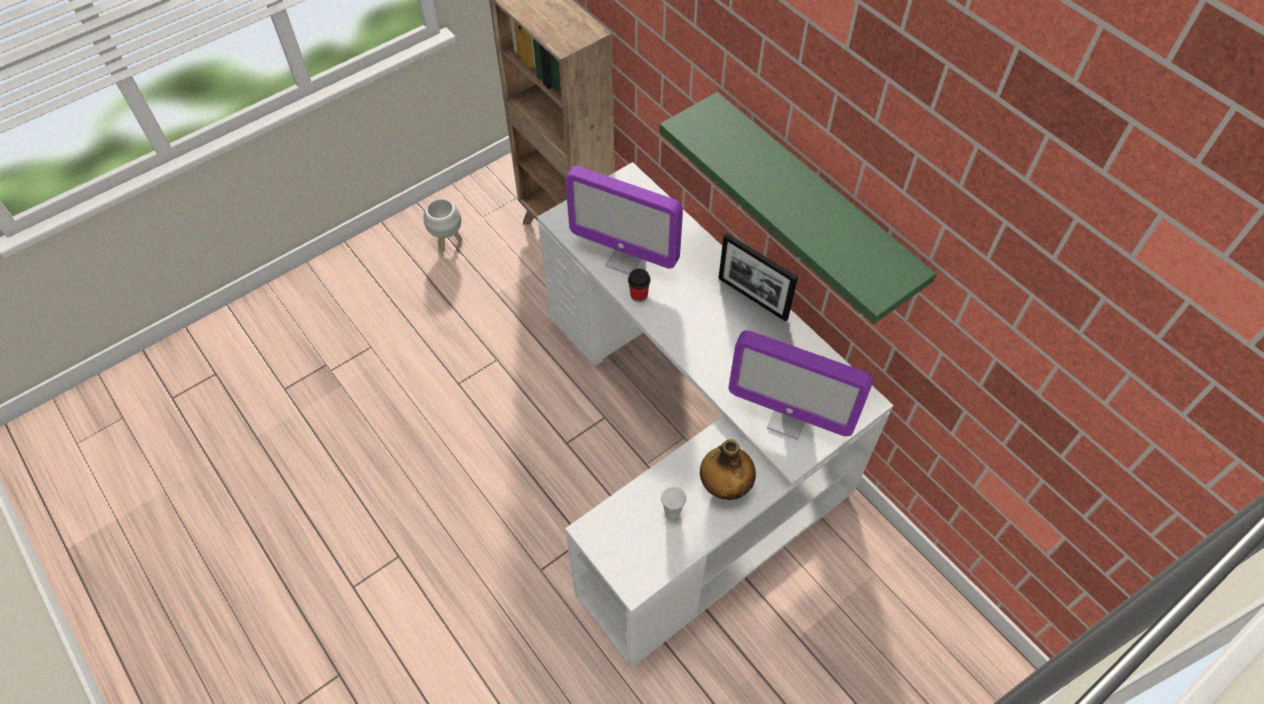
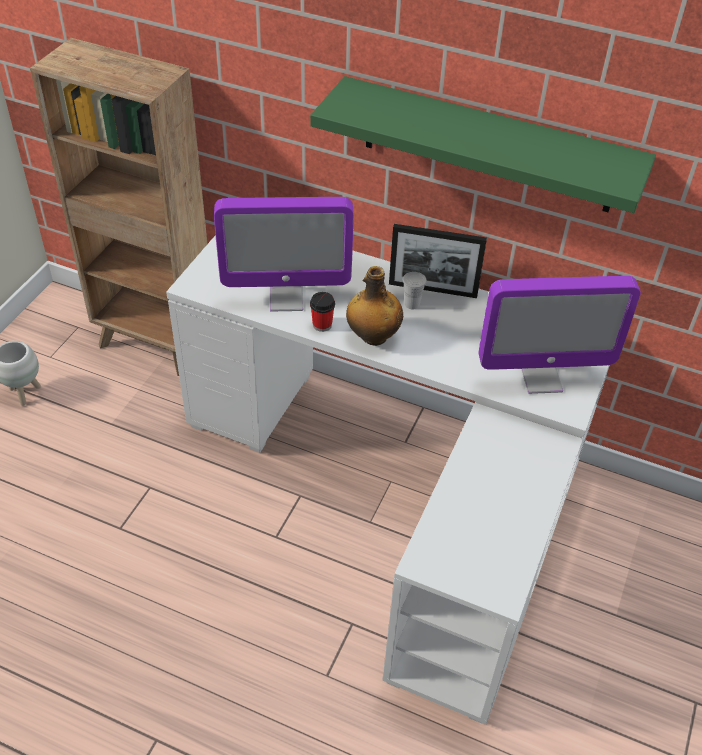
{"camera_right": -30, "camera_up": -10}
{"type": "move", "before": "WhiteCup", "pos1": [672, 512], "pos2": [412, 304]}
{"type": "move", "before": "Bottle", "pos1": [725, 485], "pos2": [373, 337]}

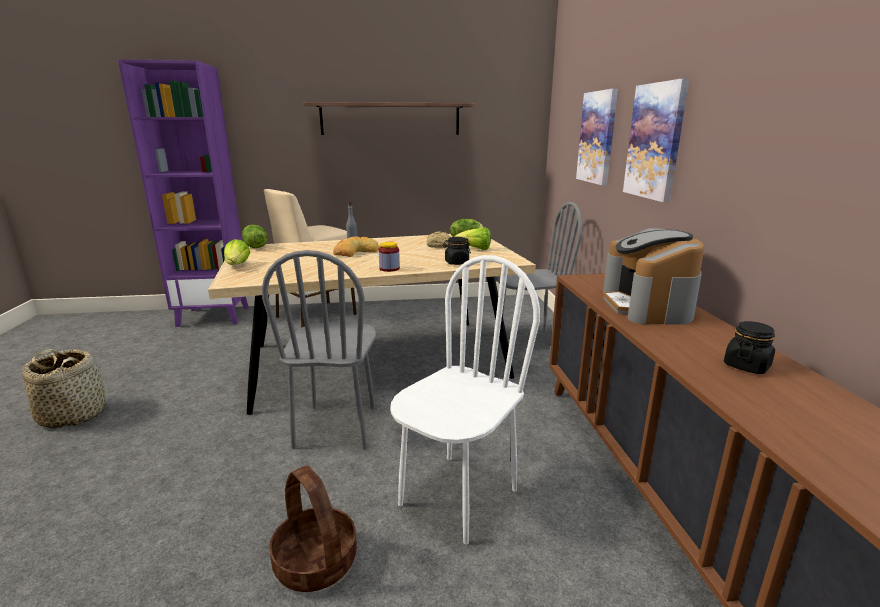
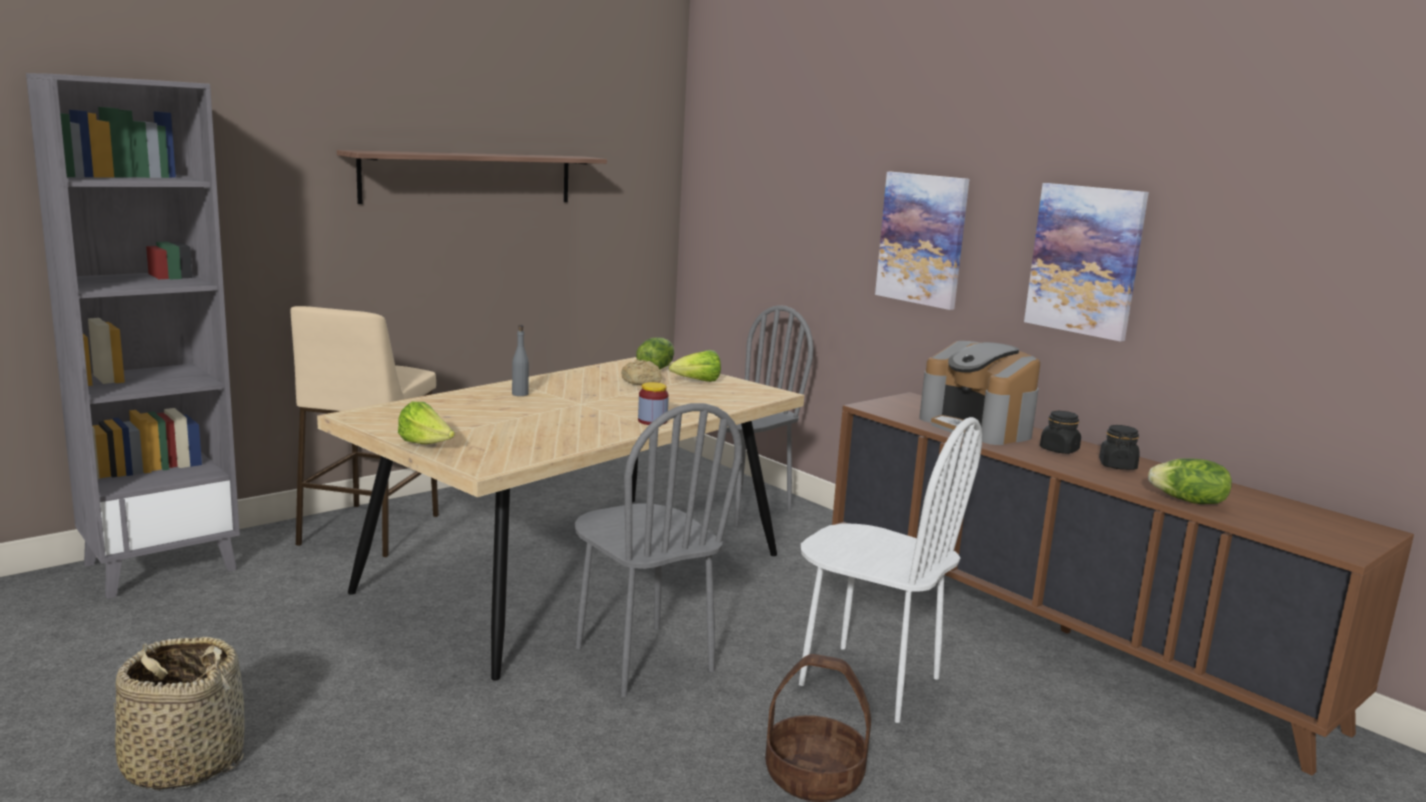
{"camera_right": -35, "camera_up": -5}
{"type": "recolor", "before": "PurpleBookcase", "after": "GreyBookcase", "pos1": [214, 316], "pos2": [161, 566]}
{"type": "move", "before": "Lettuce", "pos1": [255, 247], "pos2": [1188, 501]}
{"type": "delete", "before": "Bread", "pos1": [355, 252]}
{"type": "rotate", "before": "WhiteChair", "pos1": [457, 496], "pos2": [869, 682], "turn": 120}
{"type": "move", "before": "BlackJar", "pos1": [456, 263], "pos2": [1059, 450]}
{"type": "move", "before": "Picture", "pos1": [597, 137], "pos2": [1085, 260]}

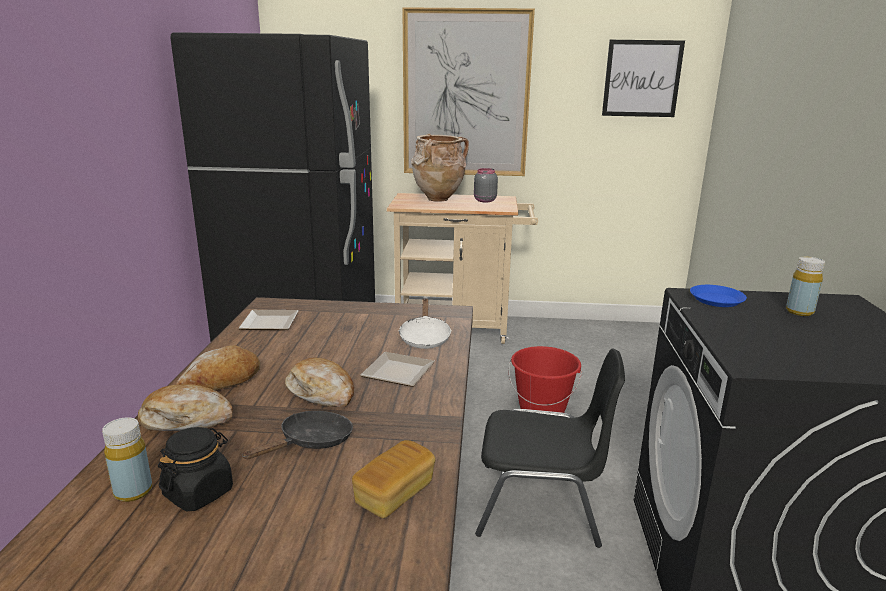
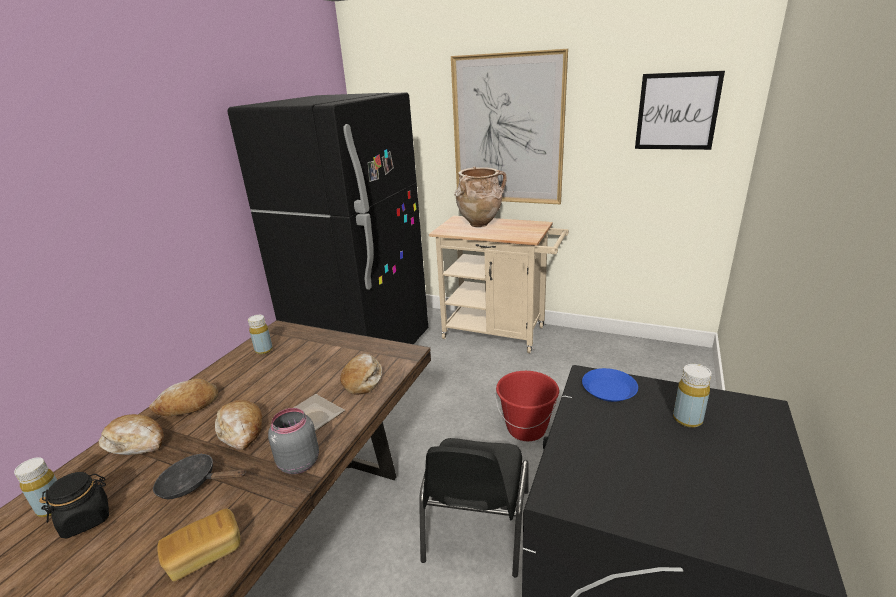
{"camera_right": 20, "camera_up": 5}
{"type": "replace", "before": "Plate", "after": "YellowBottle", "pos1": [271, 324], "pos2": [264, 350]}
{"type": "rotate", "before": "BlackFryingPan", "pos1": [311, 442], "pos2": [193, 483], "turn": -135}
{"type": "replace", "before": "WhiteFryingPan", "after": "Bread", "pos1": [424, 337], "pos2": [362, 379]}
{"type": "move", "before": "GreyJar", "pos1": [484, 200], "pos2": [298, 463]}
{"type": "rotate", "before": "BlackChair", "pos1": [540, 505], "pos2": [475, 526], "turn": 75}

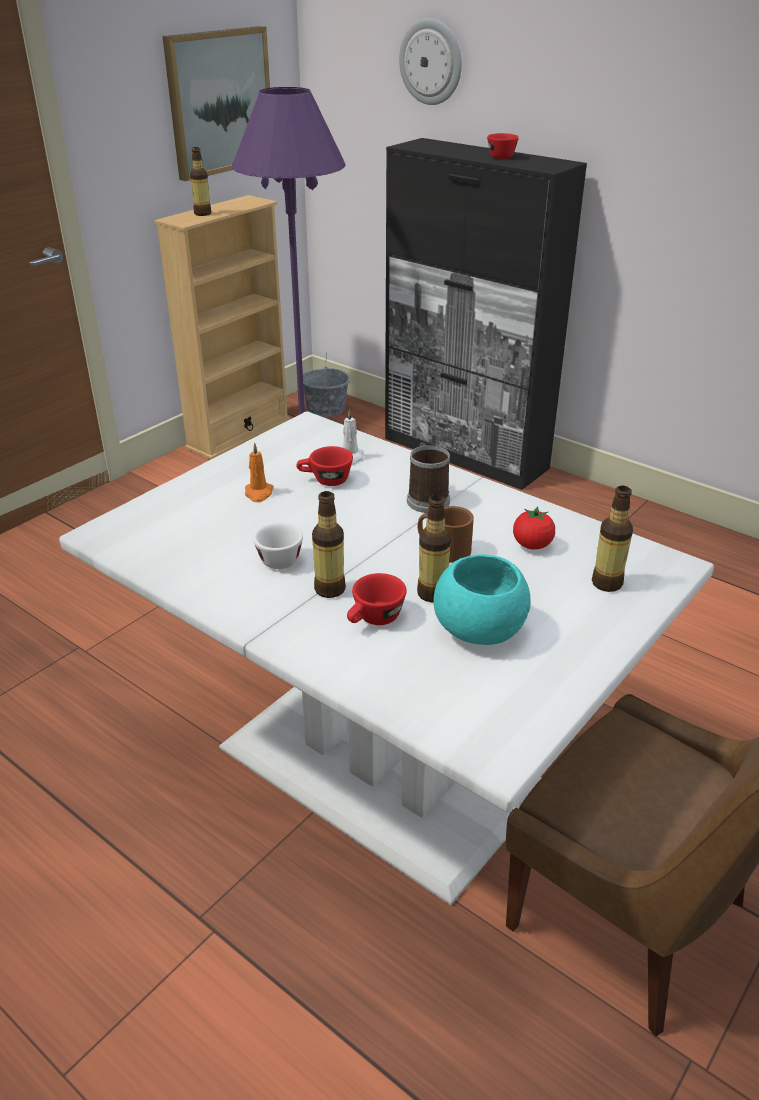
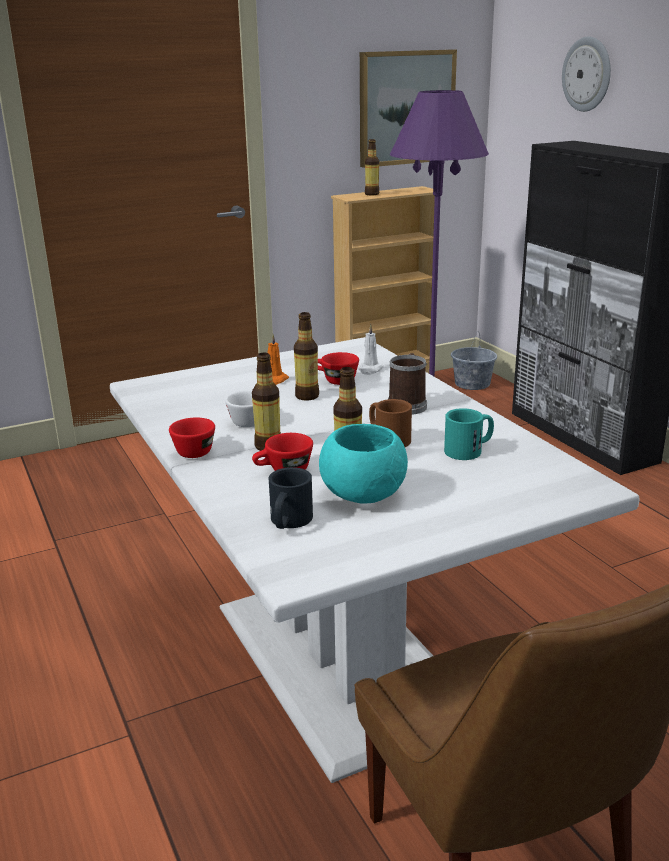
{"camera_right": 25, "camera_up": -10}
{"type": "move", "before": "RedCup", "pos1": [499, 156], "pos2": [196, 450]}
{"type": "replace", "before": "Tomato", "after": "TurquoiseMug", "pos1": [532, 545], "pos2": [469, 450]}
{"type": "move", "before": "Bottle", "pos1": [607, 583], "pos2": [307, 396]}
{"type": "insert", "after": "BlackMug", "pos2": [288, 522]}

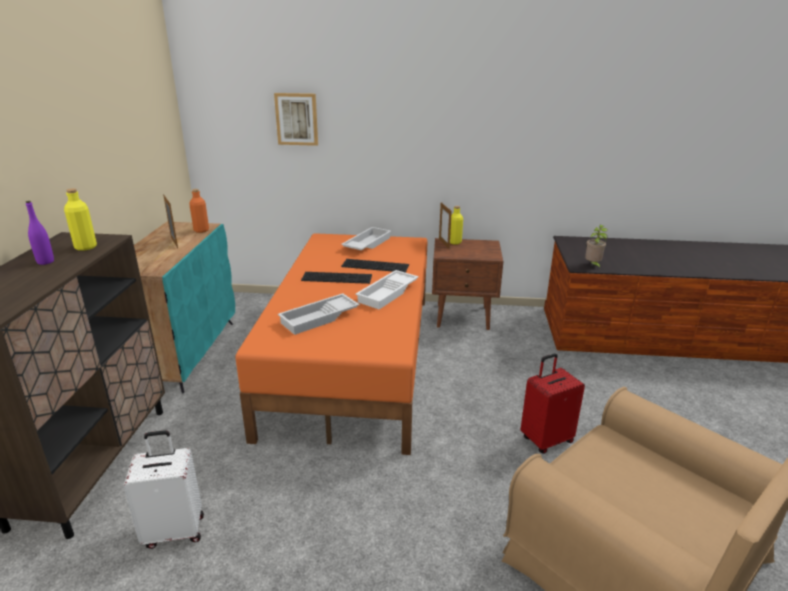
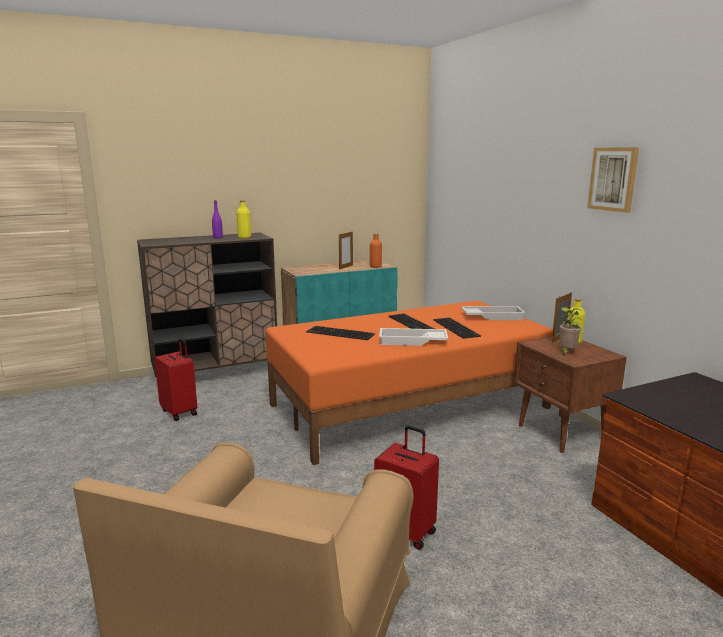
{"camera_right": 60, "camera_up": -10}
{"type": "recolor", "before": "WhiteSuitcase", "after": "RedSuitcase", "pos1": [174, 530], "pos2": [180, 412]}
{"type": "move", "before": "Picture", "pos1": [297, 119], "pos2": [613, 179]}
{"type": "replace", "before": "WhiteTray", "after": "Keyboard", "pos1": [319, 318], "pos2": [339, 333]}
{"type": "move", "before": "PottedPlant", "pos1": [593, 265], "pos2": [566, 352]}

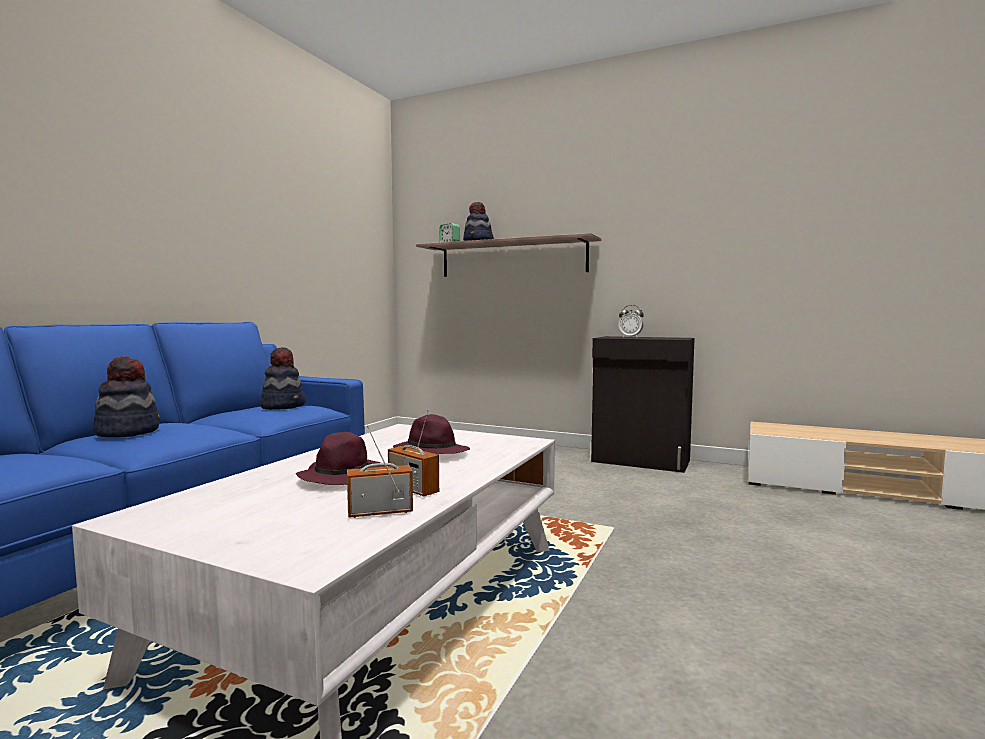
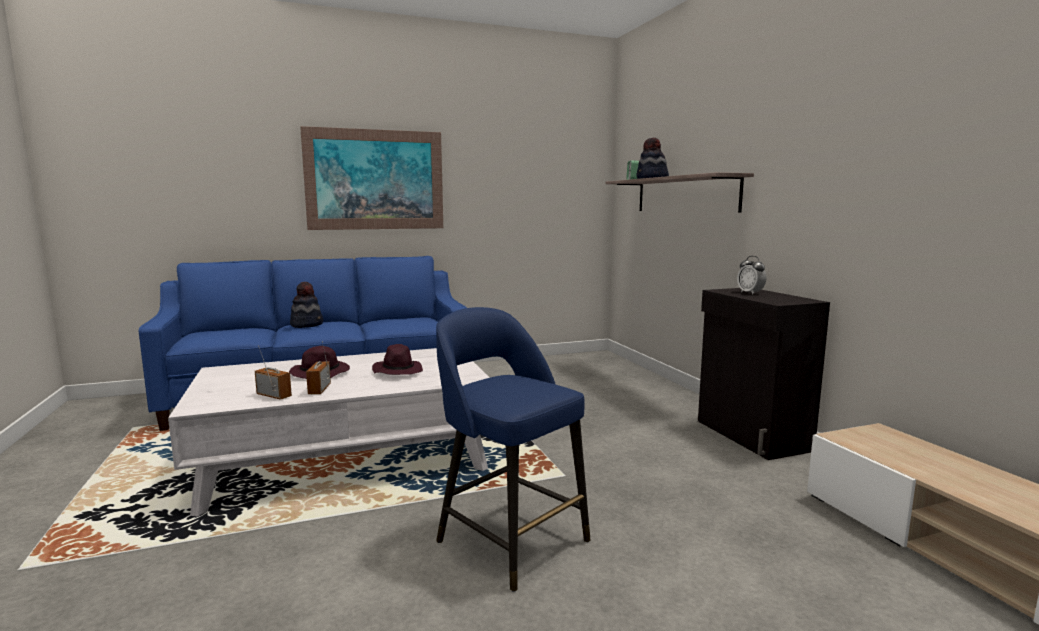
{"camera_right": 45, "camera_up": 5}
{"type": "delete", "before": "Hat", "pos1": [283, 406]}
{"type": "insert", "after": "Picture", "pos2": [375, 180]}
{"type": "insert", "after": "BlueStool", "pos2": [509, 539]}

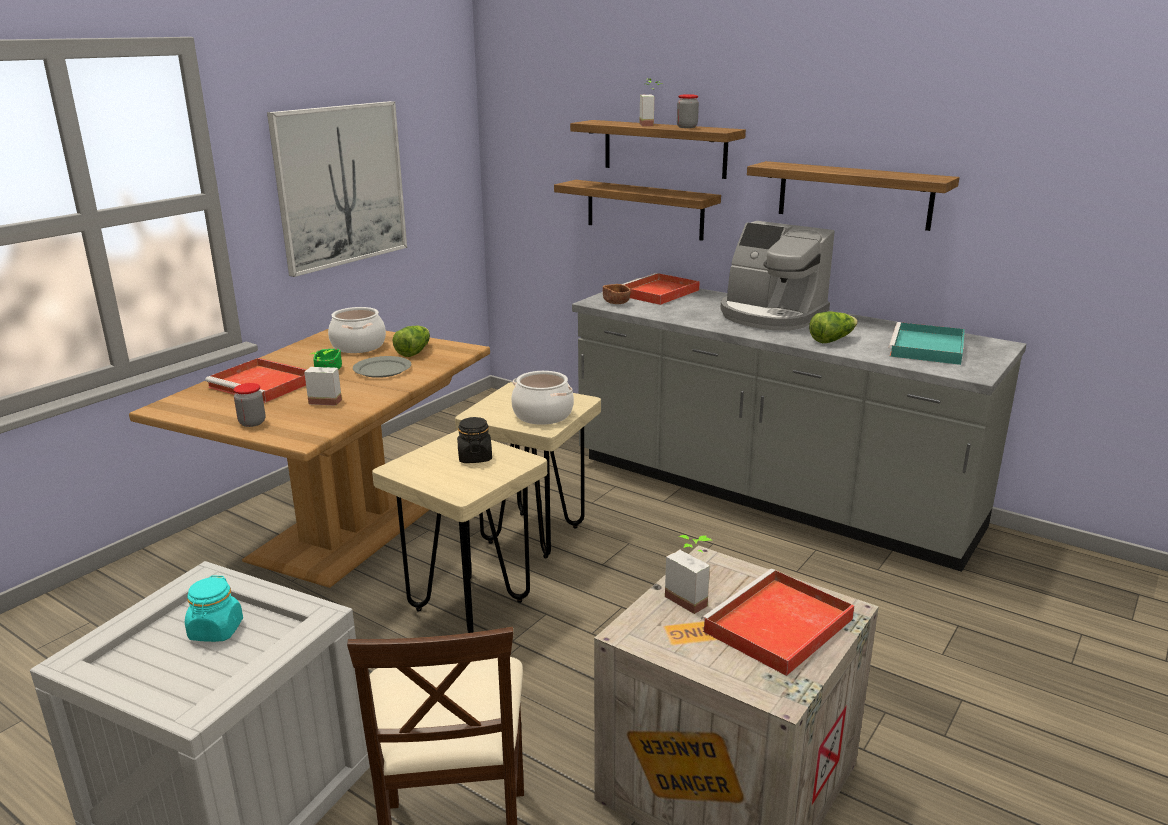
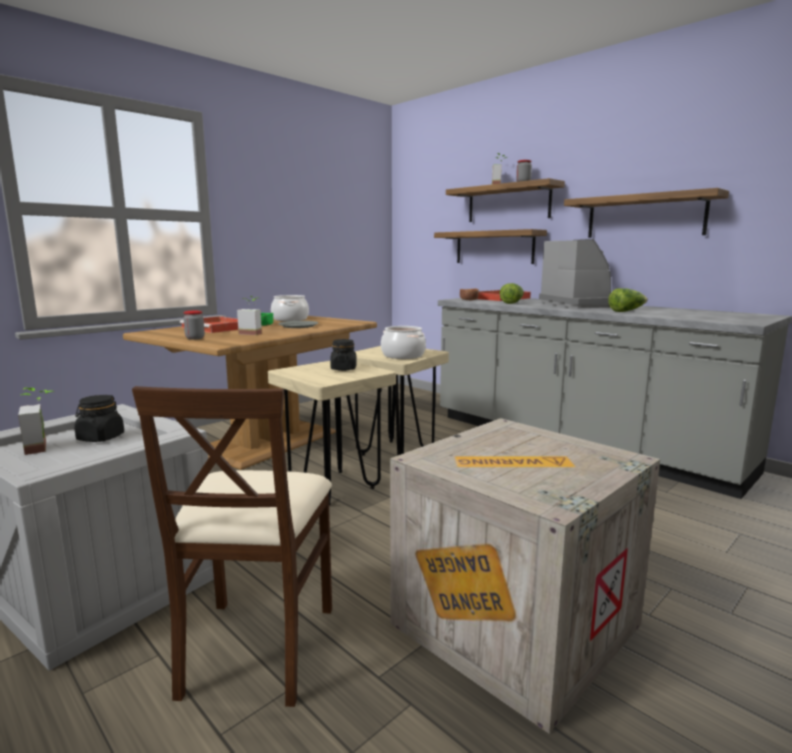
{"camera_right": 10, "camera_up": -10}
{"type": "recolor", "before": "TurquoiseJar", "after": "BlackJar", "pos1": [216, 631], "pos2": [100, 438]}
{"type": "delete", "before": "Picture", "pos1": [341, 185]}
{"type": "move", "before": "Lettuce", "pos1": [413, 352], "pos2": [512, 303]}
{"type": "move", "before": "PottedPlant", "pos1": [691, 598], "pos2": [44, 446]}
{"type": "delete", "before": "RedTray", "pos1": [777, 627]}
{"type": "rotate", "before": "CoffeeMachine", "pos1": [771, 315], "pos2": [580, 305], "turn": -150}
{"type": "delete", "before": "TurquoiseTray", "pos1": [927, 348]}

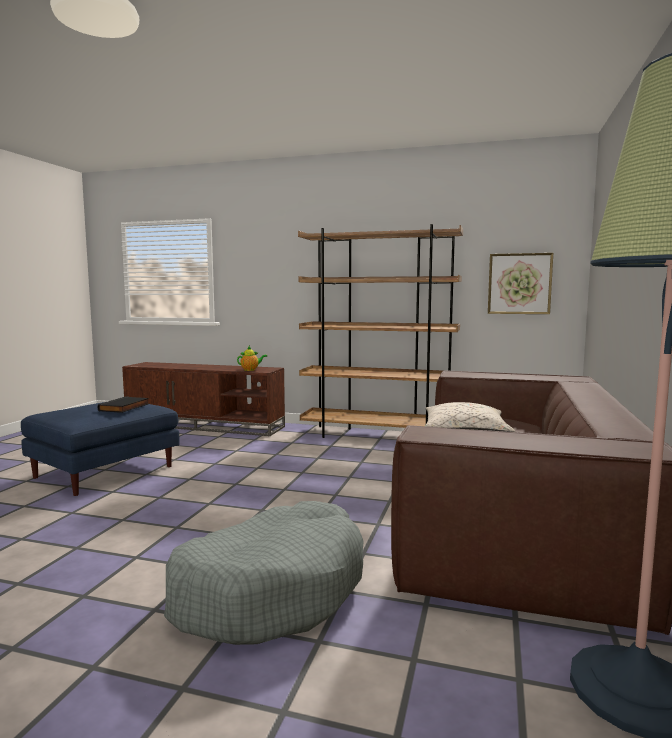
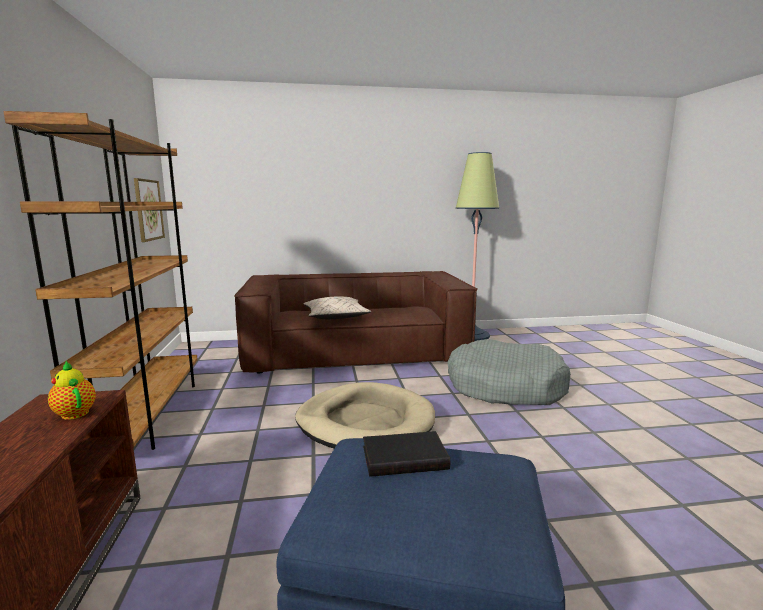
{"camera_right": -115, "camera_up": 5}
{"type": "insert", "after": "BeigeDogBed", "pos2": [365, 422]}

